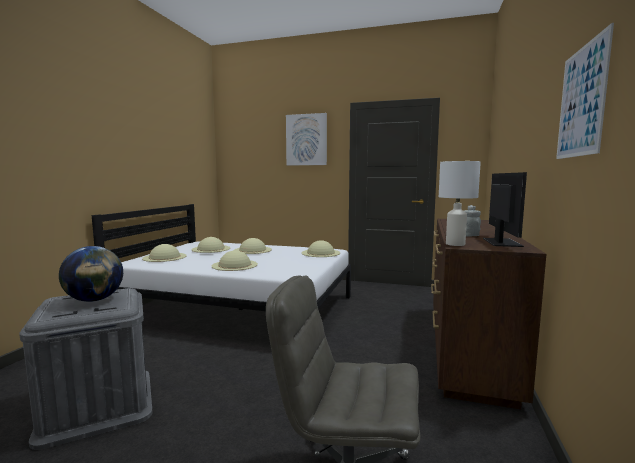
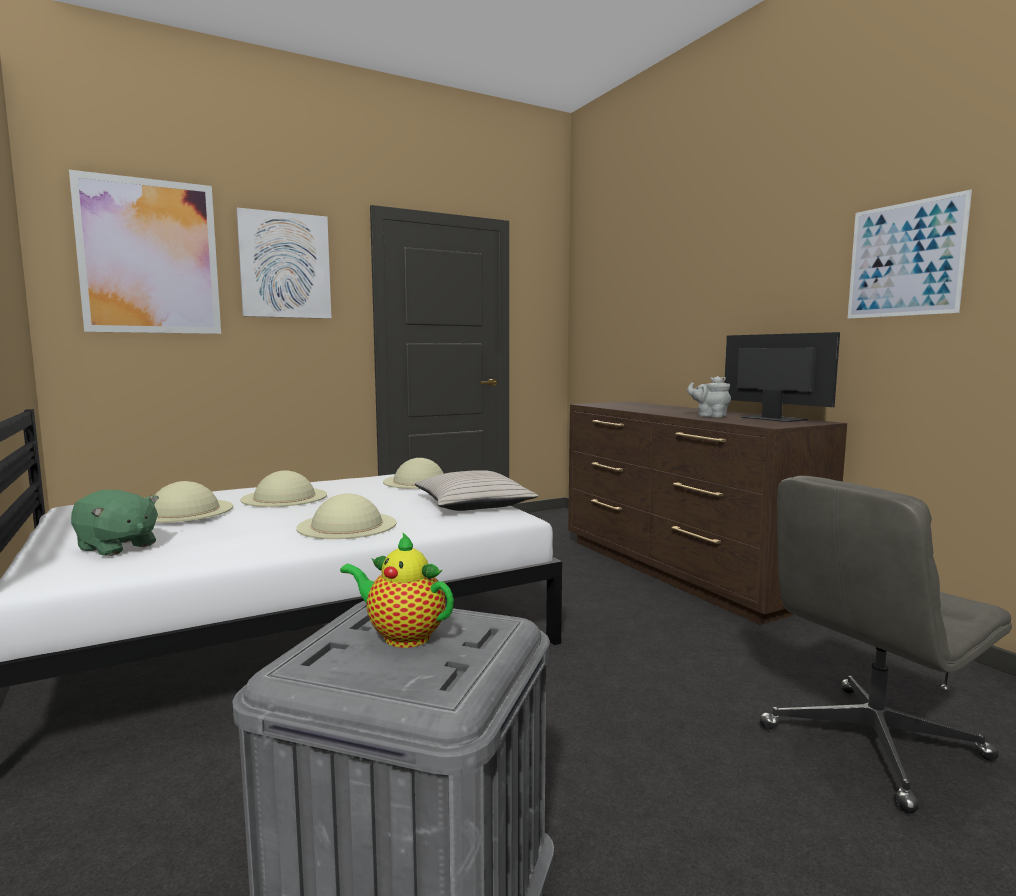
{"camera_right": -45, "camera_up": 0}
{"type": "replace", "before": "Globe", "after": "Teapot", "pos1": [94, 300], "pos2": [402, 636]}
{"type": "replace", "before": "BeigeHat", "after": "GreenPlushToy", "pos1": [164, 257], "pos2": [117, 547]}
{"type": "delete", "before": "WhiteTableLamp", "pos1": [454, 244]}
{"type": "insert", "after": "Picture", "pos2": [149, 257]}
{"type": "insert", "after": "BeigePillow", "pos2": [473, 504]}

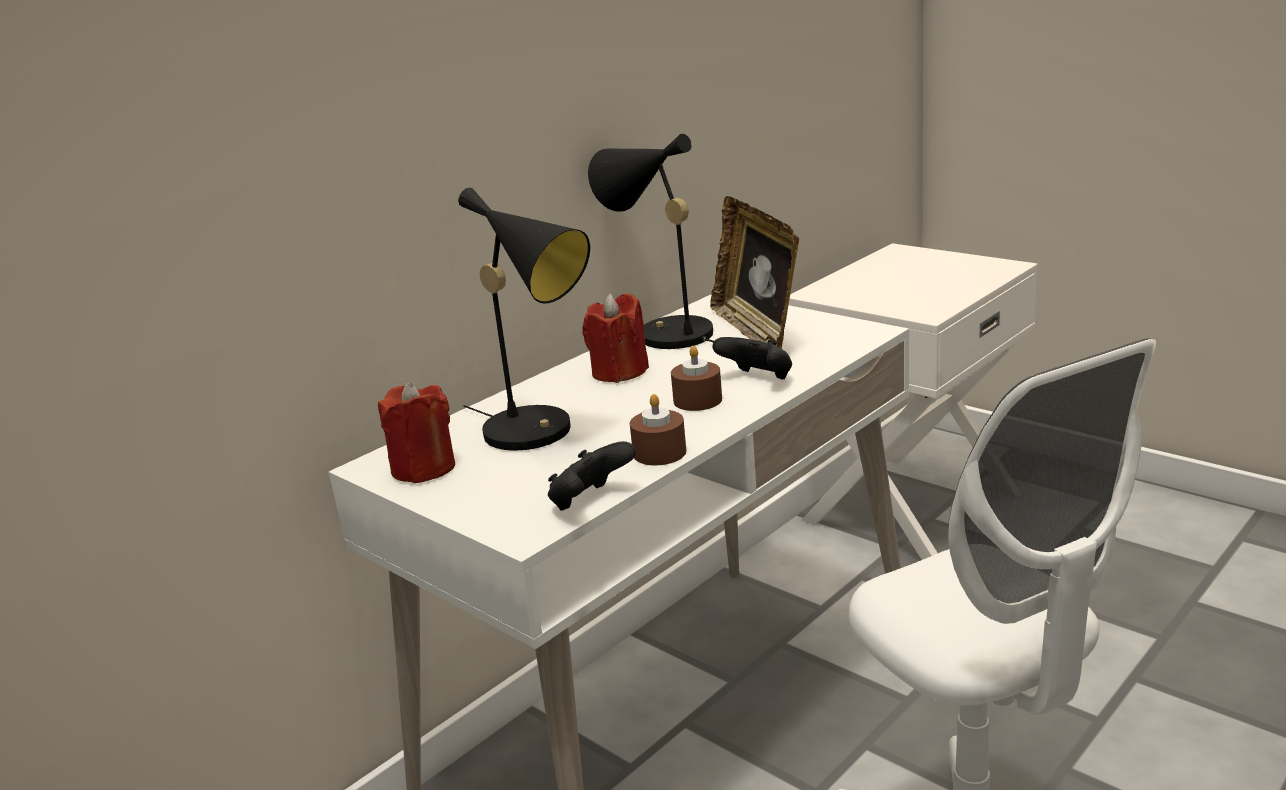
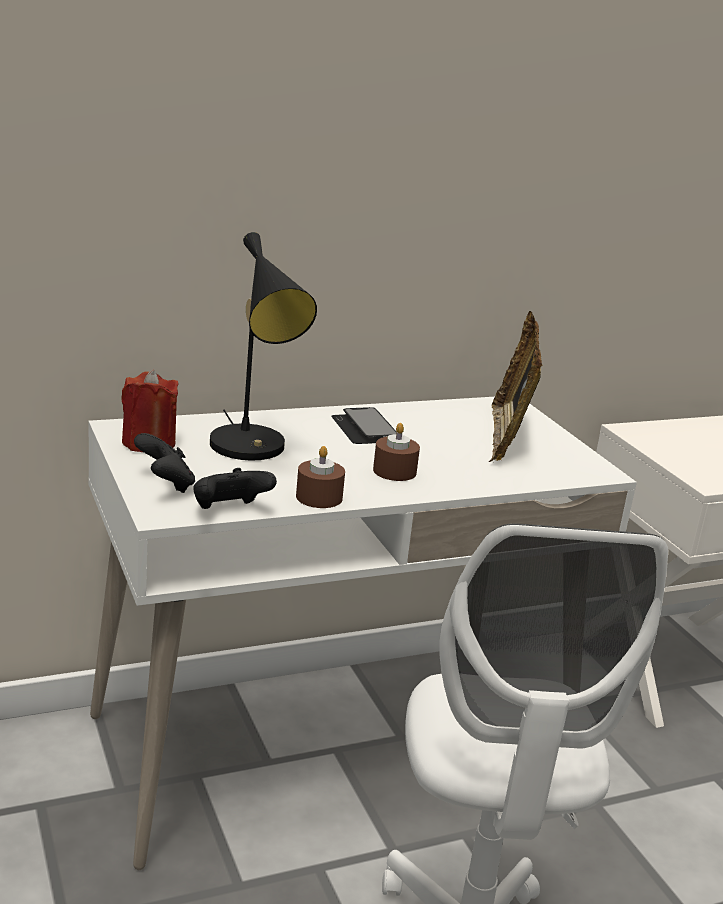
{"camera_right": 20, "camera_up": 0}
{"type": "replace", "before": "RedCandle", "after": "Phone", "pos1": [619, 372], "pos2": [364, 428]}
{"type": "delete", "before": "BlackTableLamp", "pos1": [665, 333]}
{"type": "move", "before": "BlackGameController", "pos1": [758, 379], "pos2": [165, 485]}

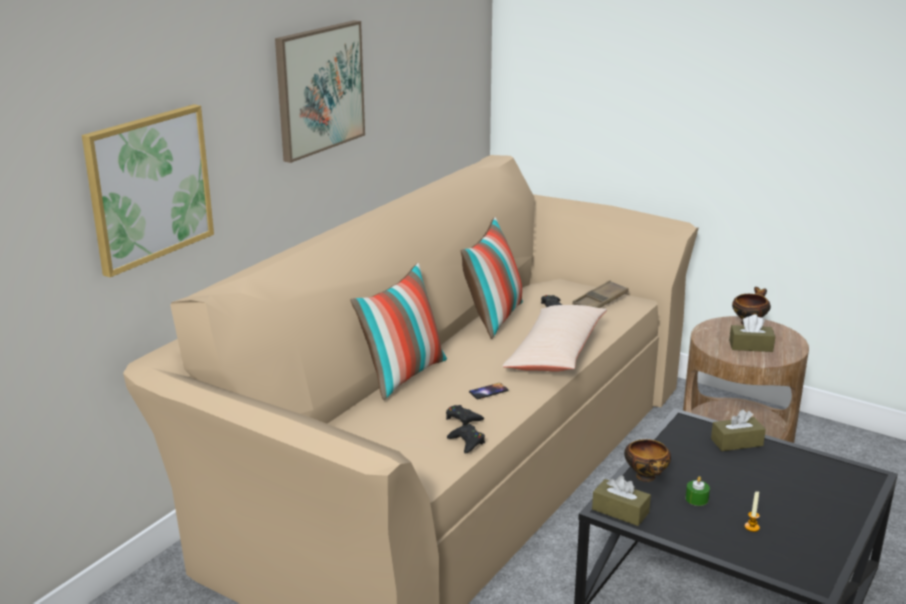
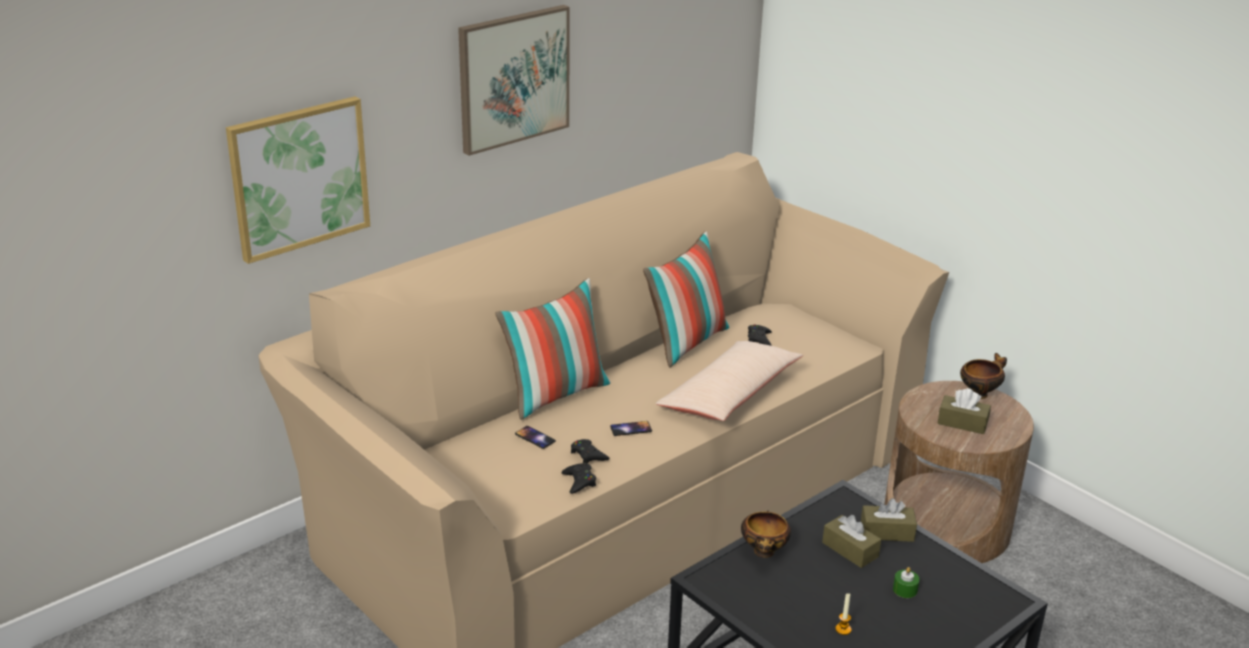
{"camera_right": 15, "camera_up": 5}
{"type": "delete", "before": "BrownTray", "pos1": [600, 301]}
{"type": "move", "before": "BrownTissueBox", "pos1": [620, 511], "pos2": [850, 550]}
{"type": "move", "before": "GreenCandle", "pos1": [696, 499], "pos2": [905, 590]}
{"type": "insert", "after": "Phone", "pos2": [535, 438]}

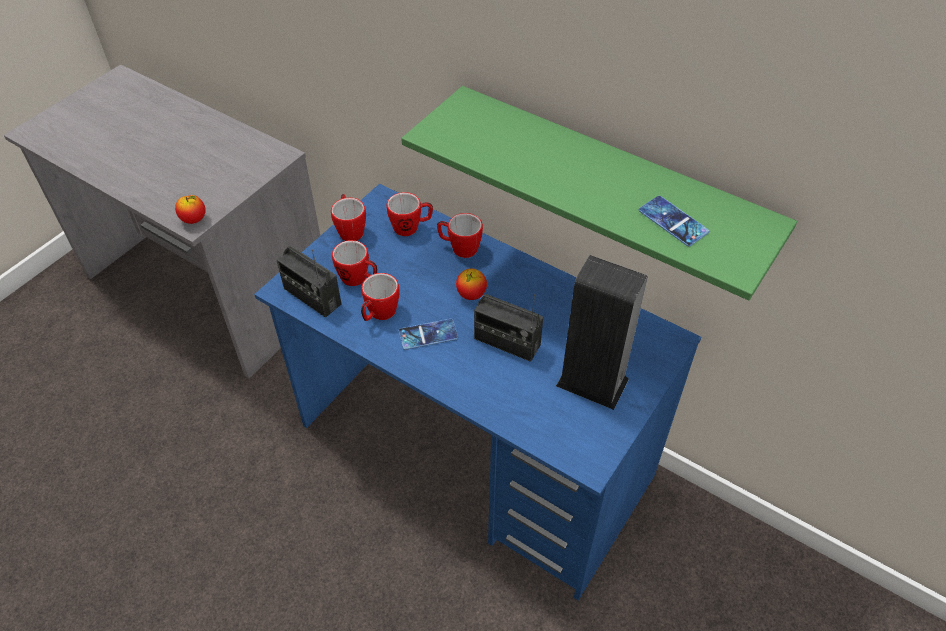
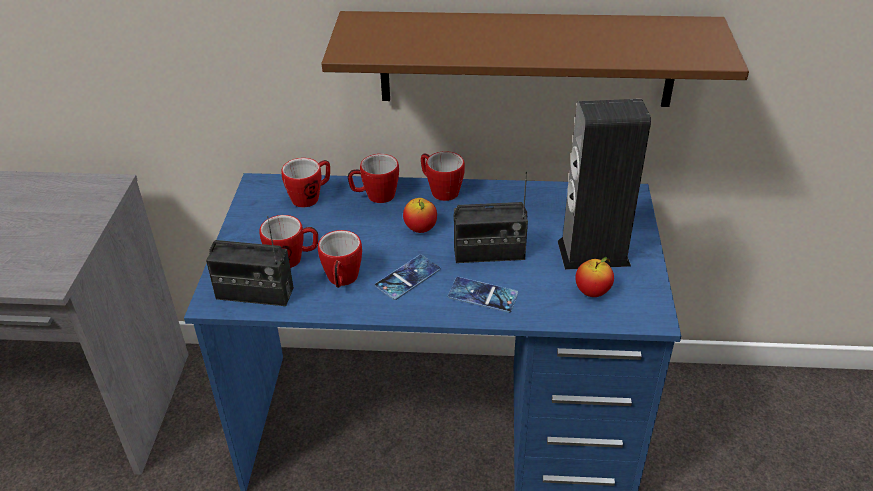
{"camera_right": -30, "camera_up": -10}
{"type": "move", "before": "Apple", "pos1": [194, 220], "pos2": [592, 292]}
{"type": "move", "before": "Mug", "pos1": [350, 229], "pos2": [440, 190]}
{"type": "recolor", "before": "GreenShelf", "after": "BrownShelf", "pos1": [610, 185], "pos2": [526, 59]}
{"type": "move", "before": "Phone", "pos1": [673, 221], "pos2": [483, 295]}

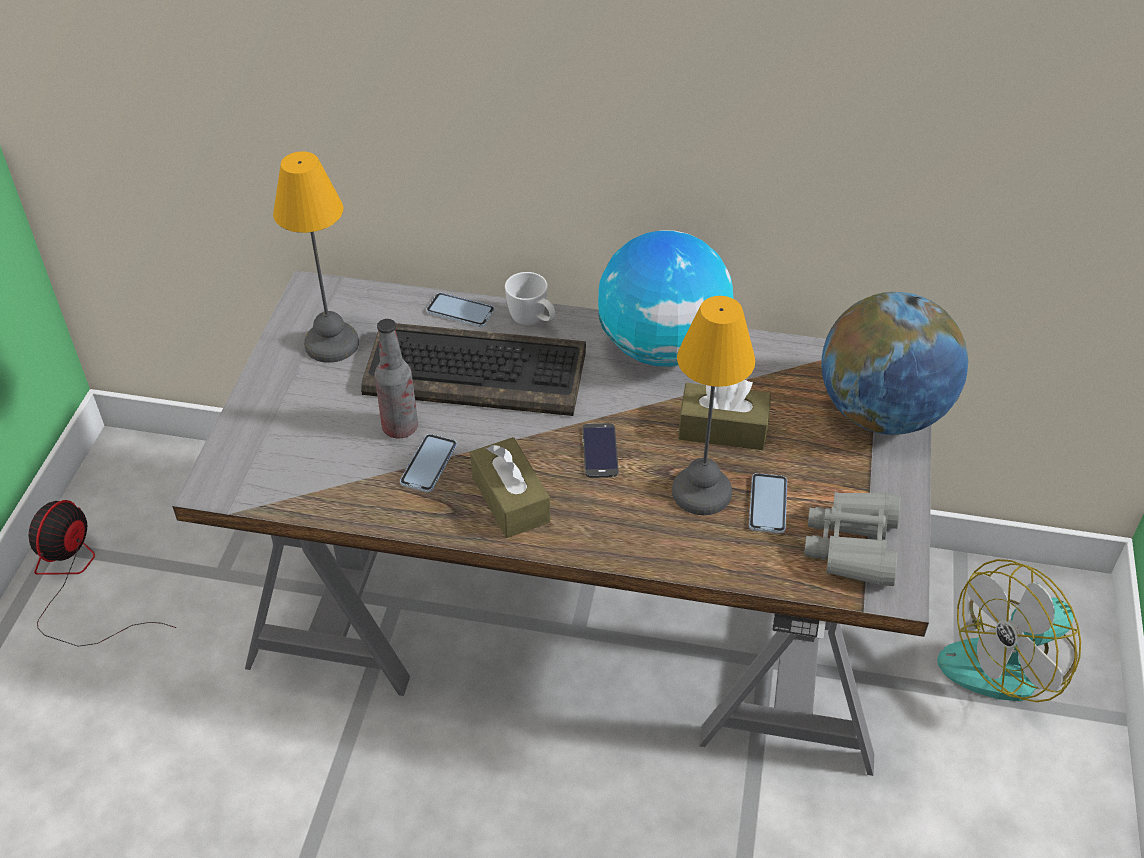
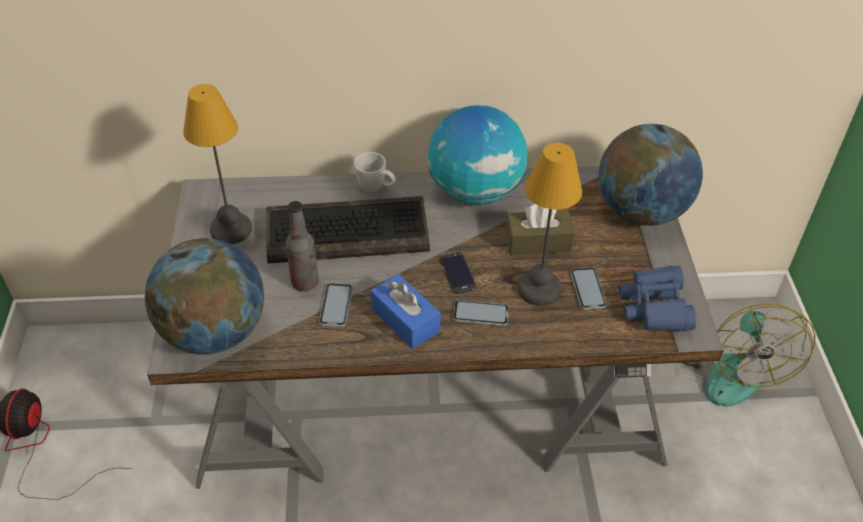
{"camera_right": -15, "camera_up": 0}
{"type": "move", "before": "Phone", "pos1": [460, 311], "pos2": [480, 314]}
{"type": "recolor", "before": "BrownTissueBox", "after": "BlueTissueBox", "pos1": [510, 499], "pos2": [405, 320]}
{"type": "recolor", "before": "GreyBinoculars", "after": "BlueBinoculars", "pos1": [853, 545], "pos2": [655, 307]}
{"type": "rotate", "before": "Fan", "pos1": [1009, 660], "pos2": [730, 368], "turn": -45}
{"type": "insert", "after": "Globe", "pos2": [214, 332]}

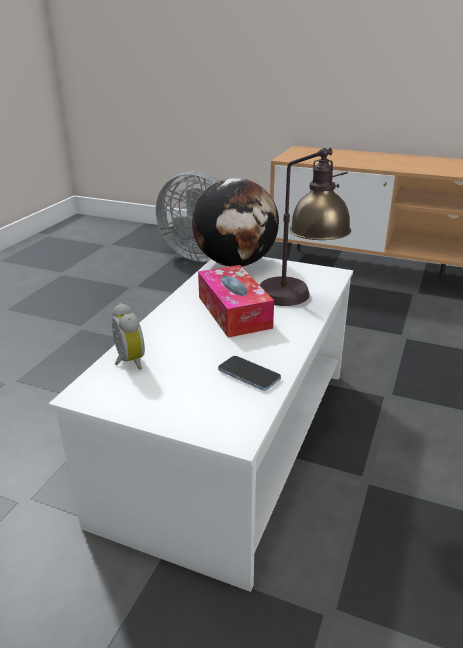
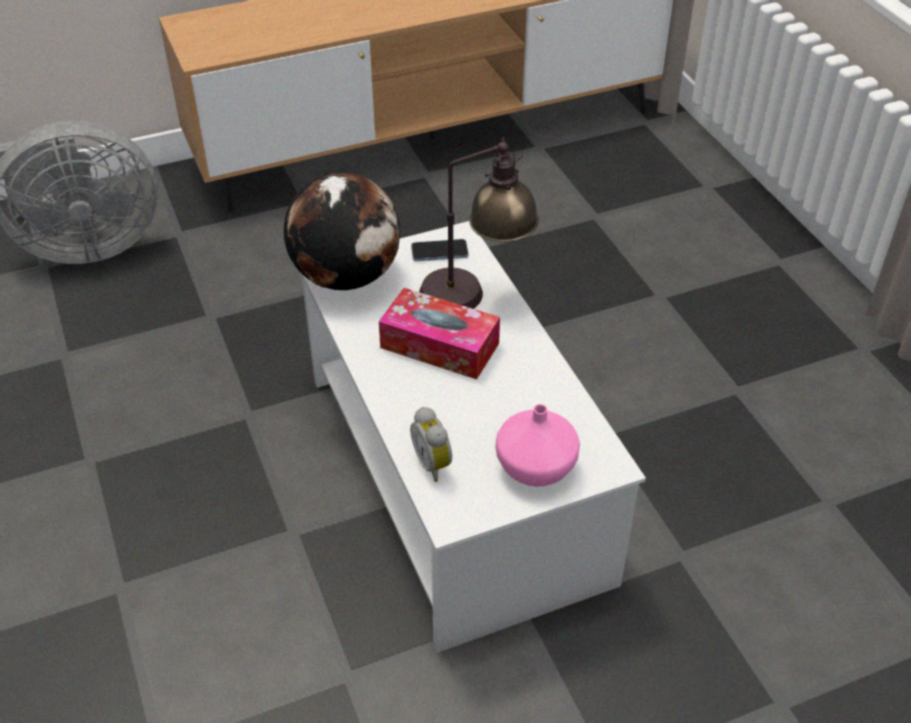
{"camera_right": -45, "camera_up": 15}
{"type": "rotate", "before": "AlarmClock", "pos1": [127, 362], "pos2": [434, 464], "turn": -135}
{"type": "move", "before": "Phone", "pos1": [249, 374], "pos2": [439, 252]}
{"type": "insert", "after": "PinkVase", "pos2": [537, 468]}

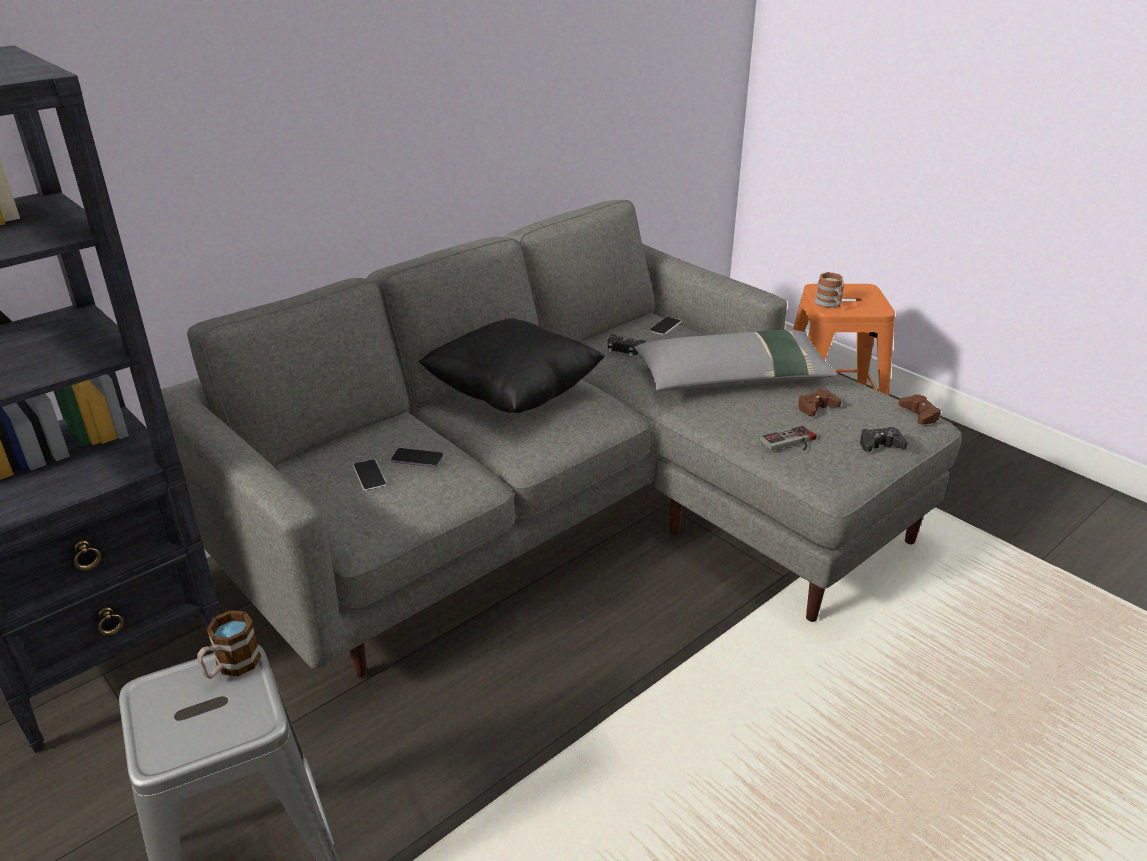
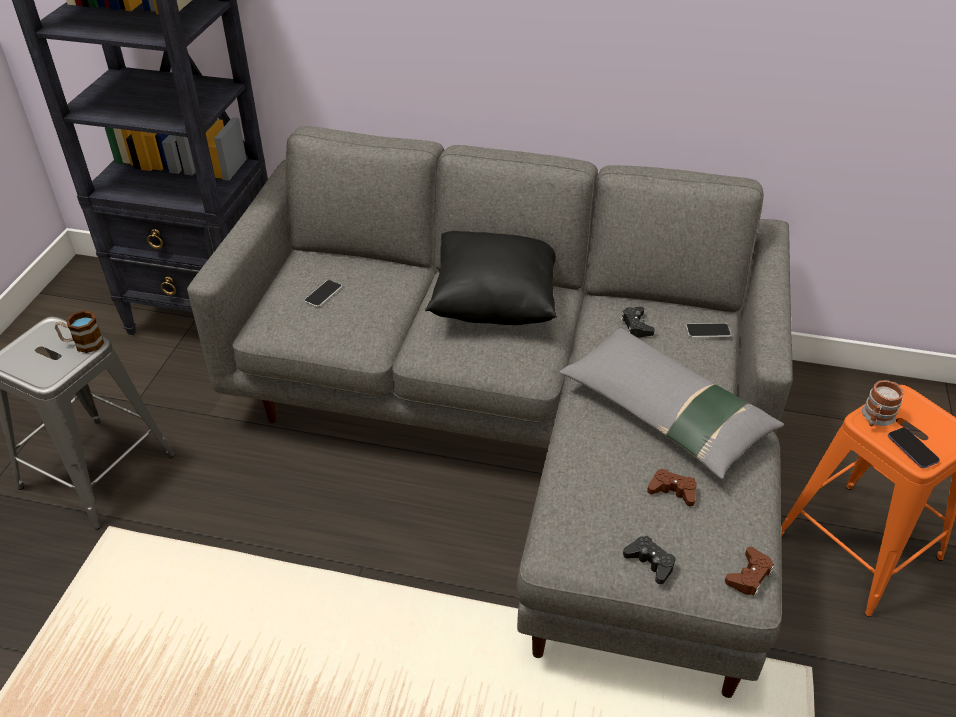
{"camera_right": 55, "camera_up": 10}
{"type": "move", "before": "Phone", "pos1": [417, 459], "pos2": [912, 449]}
{"type": "delete", "before": "GameController", "pos1": [791, 443]}

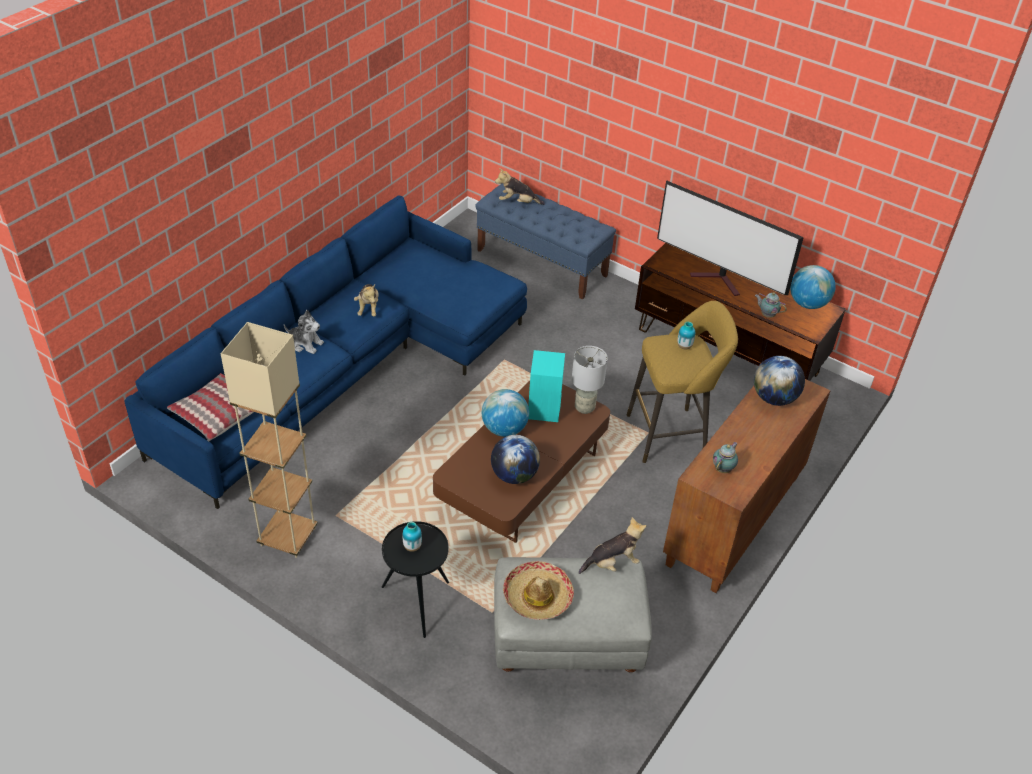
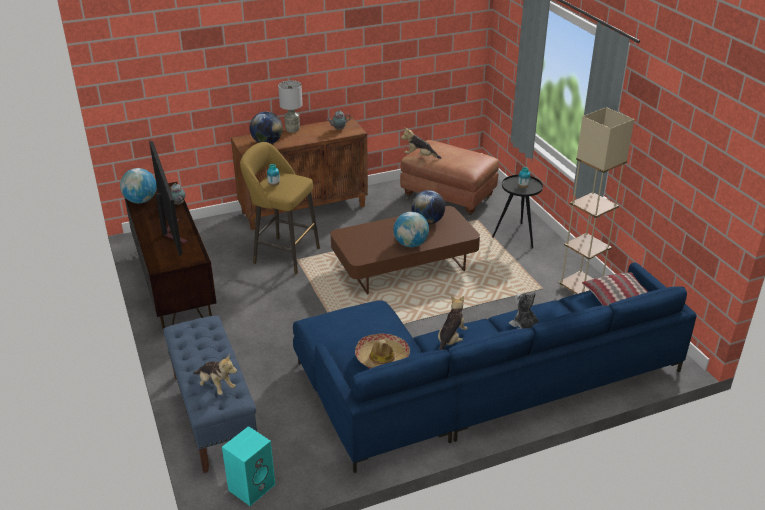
{"camera_right": -145, "camera_up": -10}
{"type": "recolor", "before": "GreyOttoman", "after": "BrownOttoman", "pos1": [566, 643], "pos2": [448, 199]}
{"type": "move", "before": "Hat", "pos1": [537, 596], "pos2": [382, 357]}
{"type": "move", "before": "TurquoiseSpeaker", "pos1": [545, 409], "pos2": [252, 486]}
{"type": "move", "before": "GreyTableLamp", "pos1": [585, 408], "pos2": [292, 130]}

